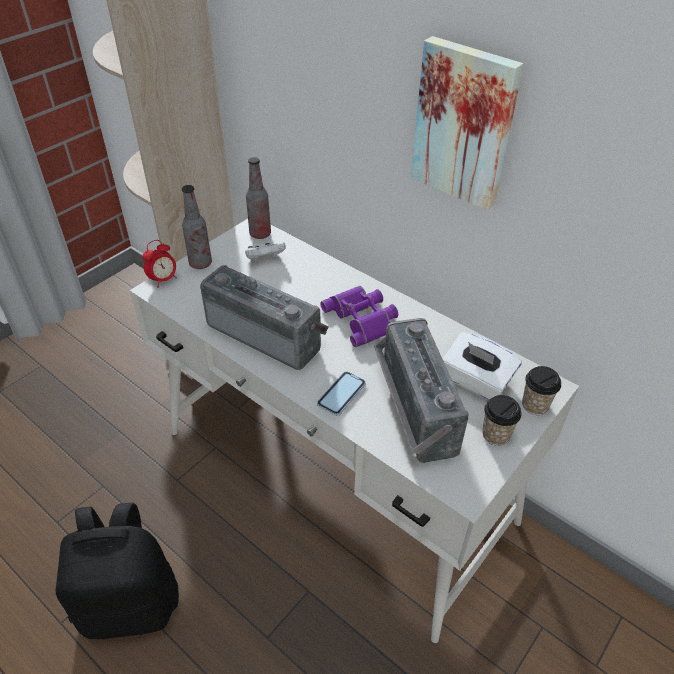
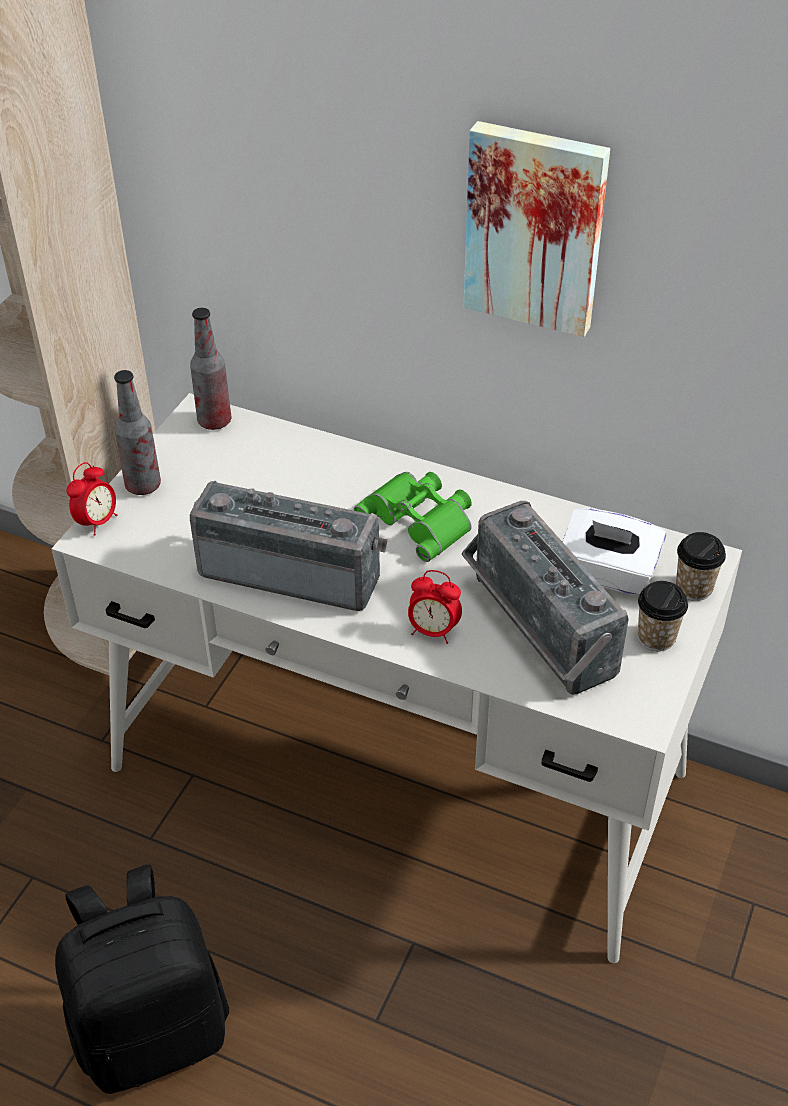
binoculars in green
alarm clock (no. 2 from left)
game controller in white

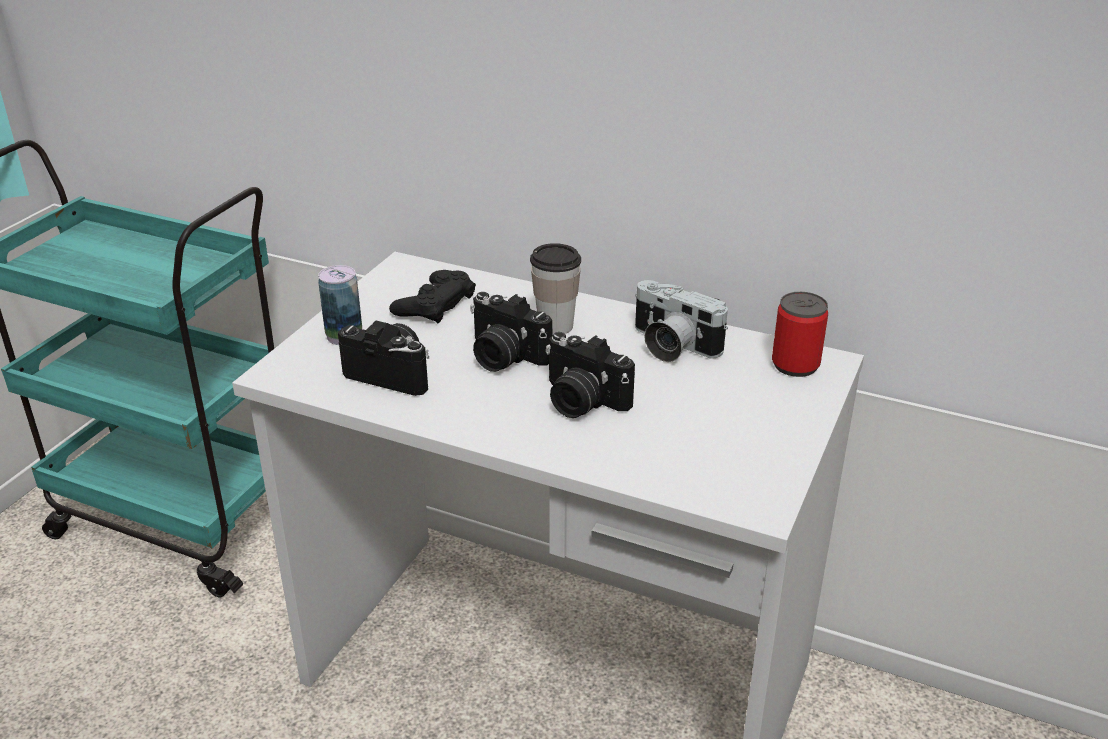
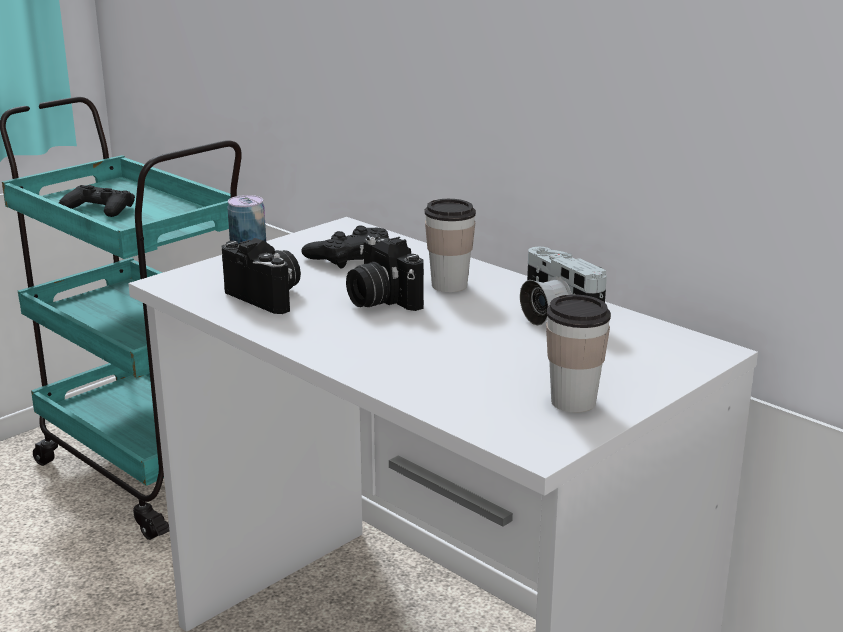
game controller in black (no. 1 from left)
cup (no. 2 from left)
photo camera (no. 3 from left in the first image)
can (no. 2 from left in the first image)

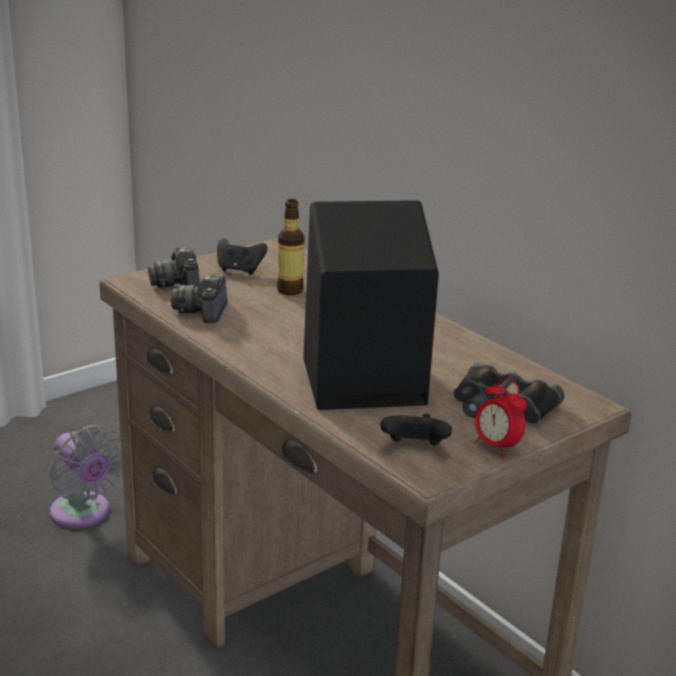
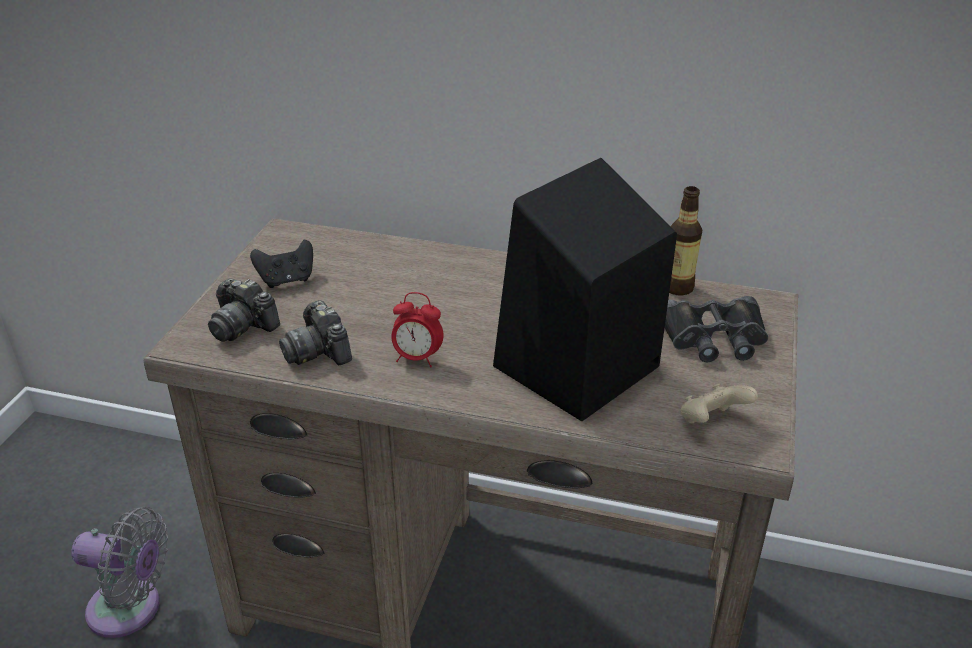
alarm clock
bottle
game controller in beige

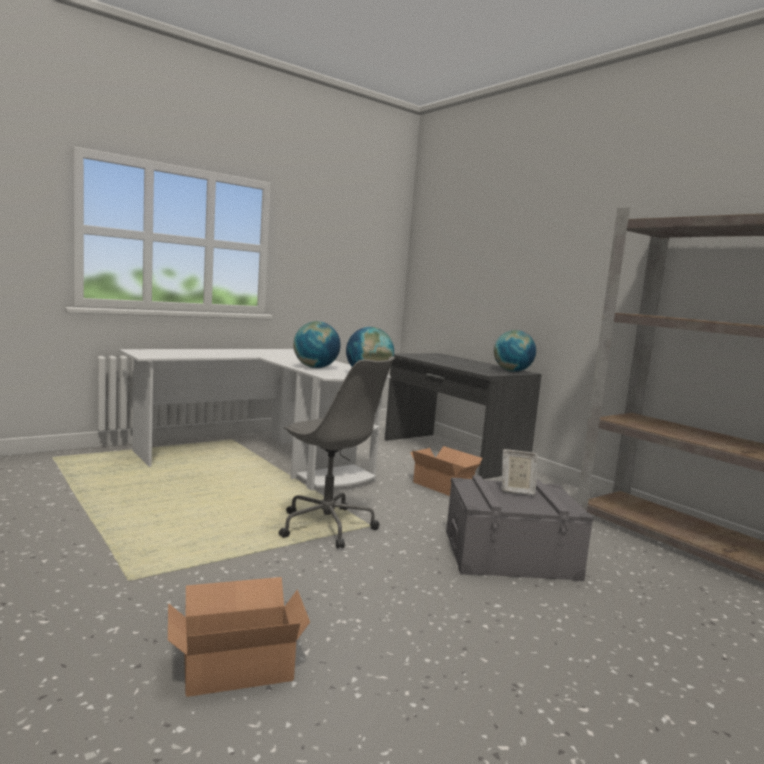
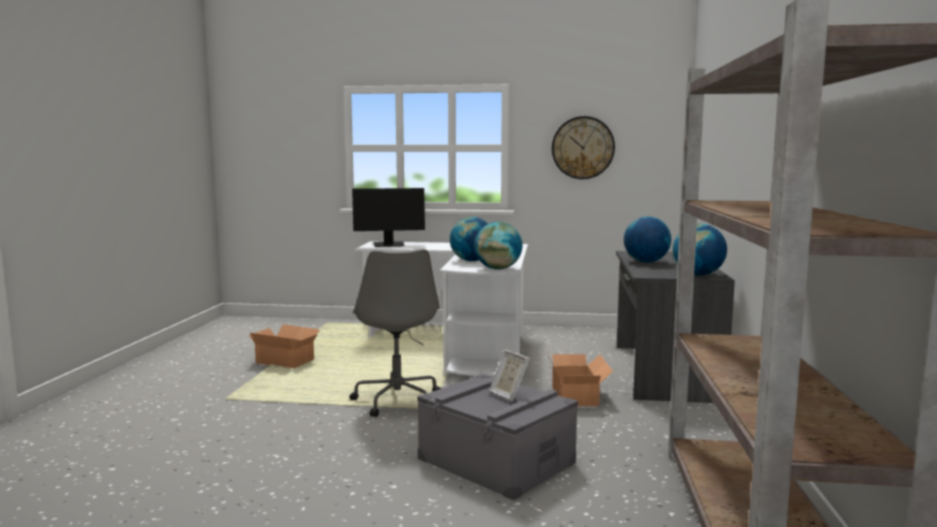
cardboard box (no. 1 from left)
monitor
wall clock
globe (no. 3 from left)

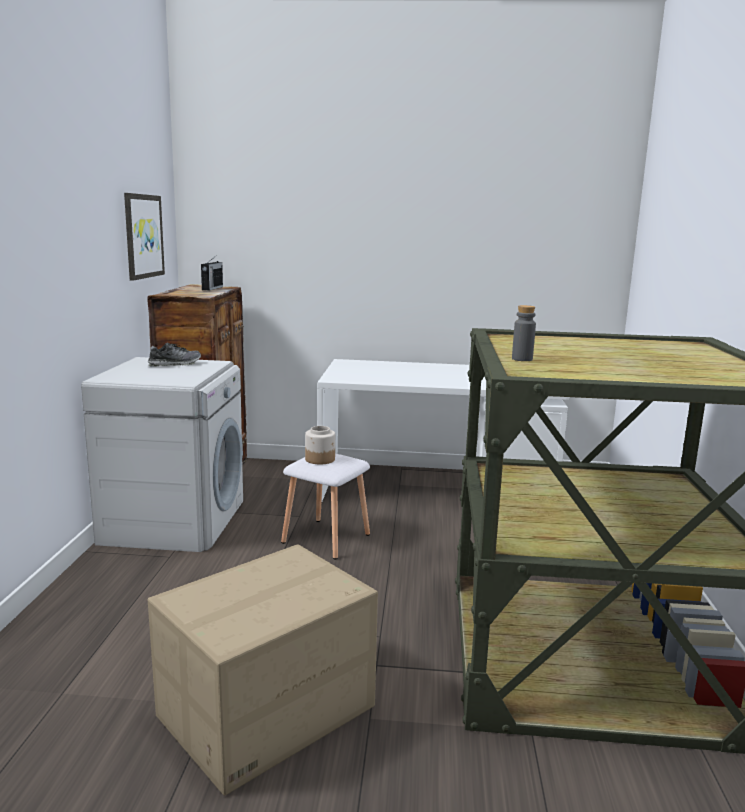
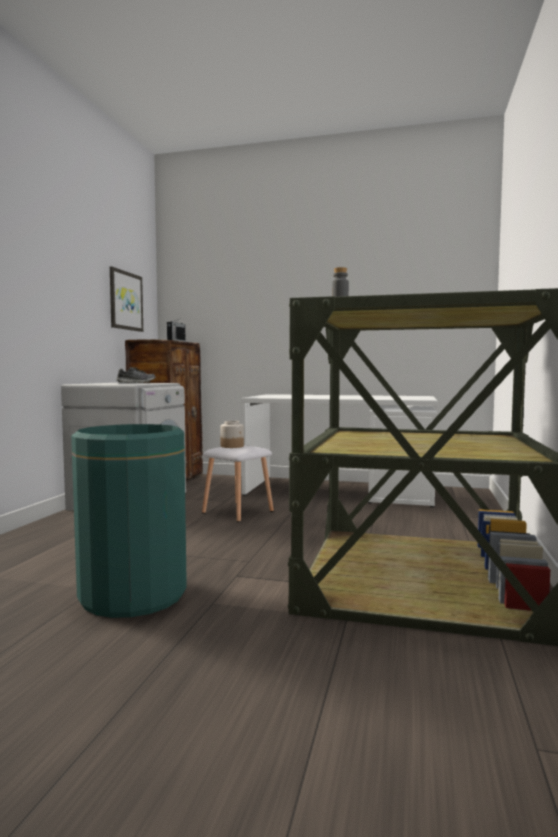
trash can in green

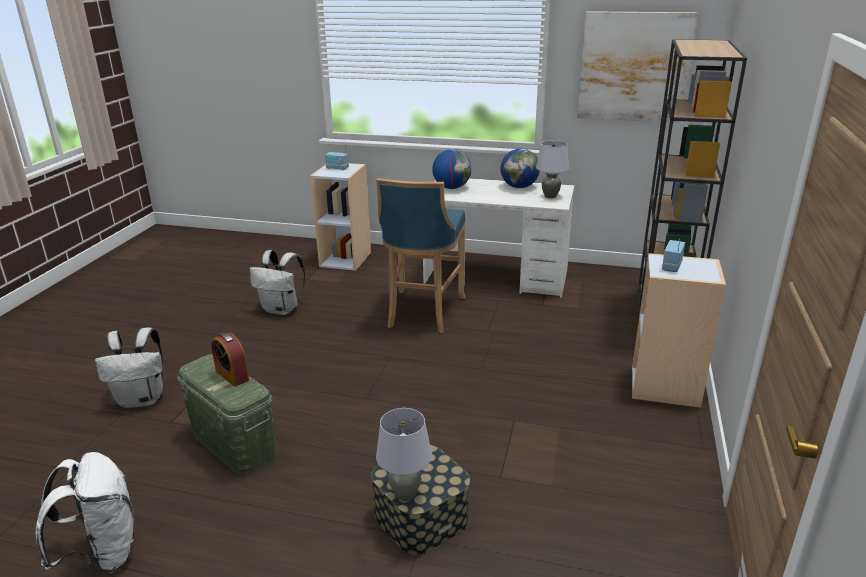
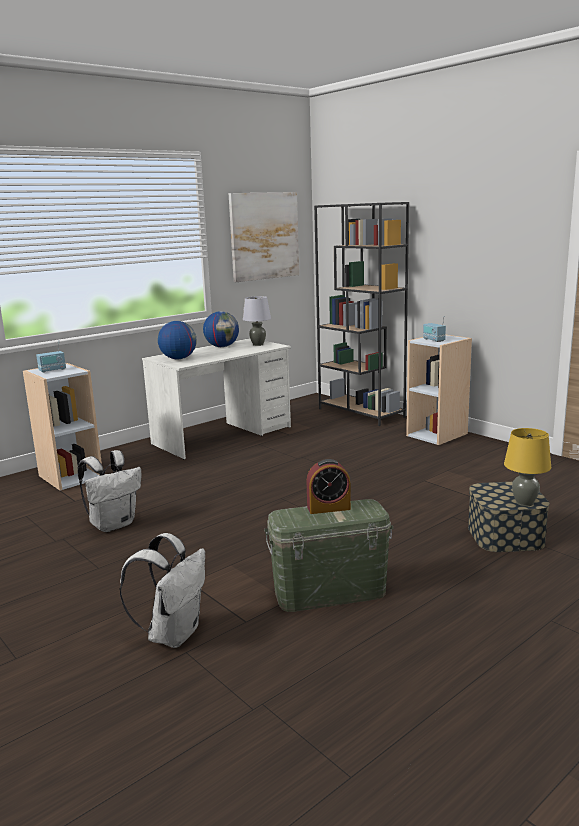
table lamp in yellow
backpack in white (no. 1 from left in the first image)
stool in blue

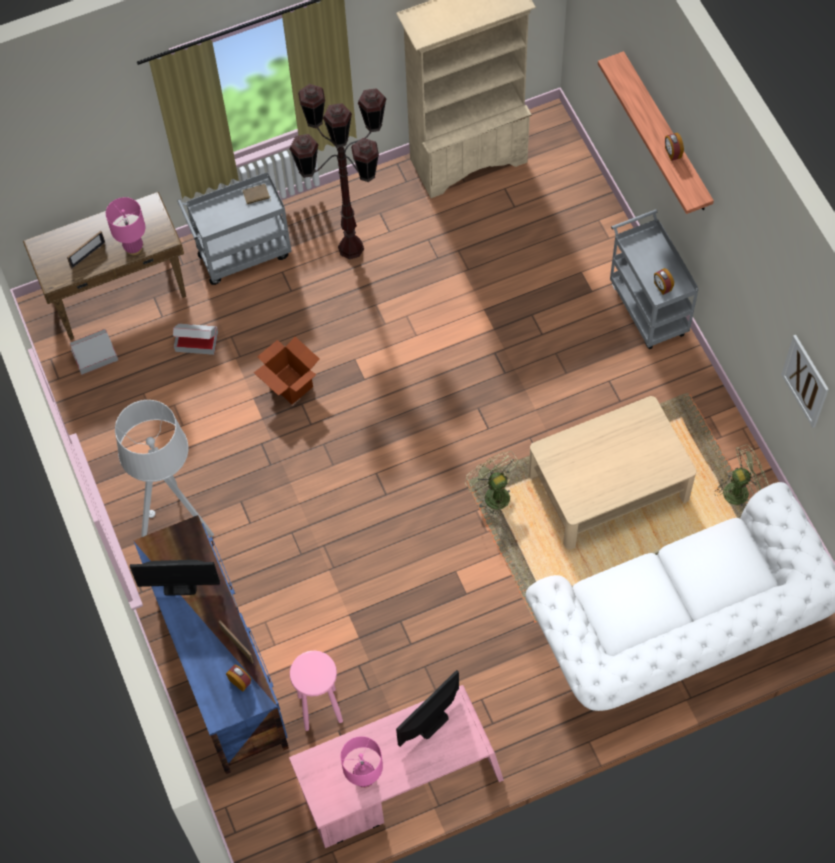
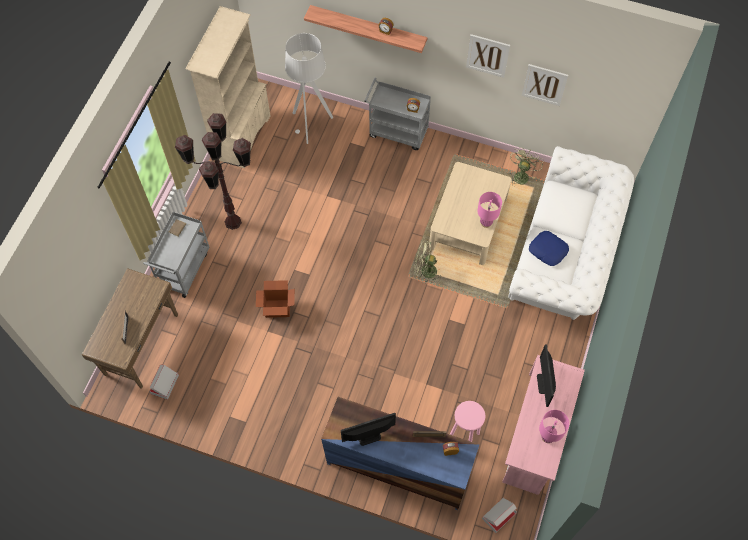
floor lamp in grey
monitor (no. 1 from left)
picture (no. 1 from left)
table lamp in pink (no. 1 from left)
cardboard box (no. 3 from left)
pillow in blue

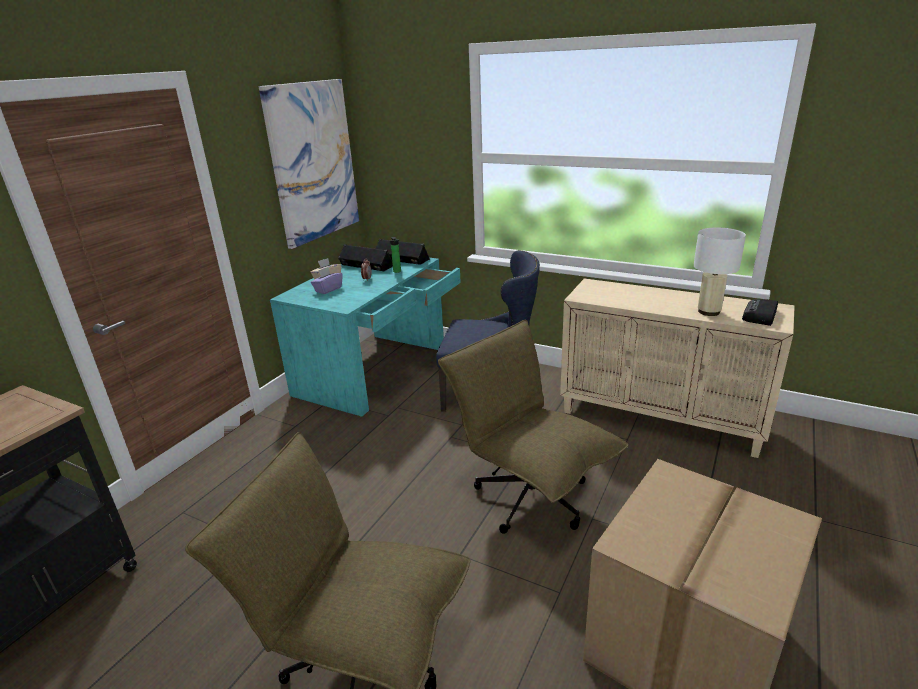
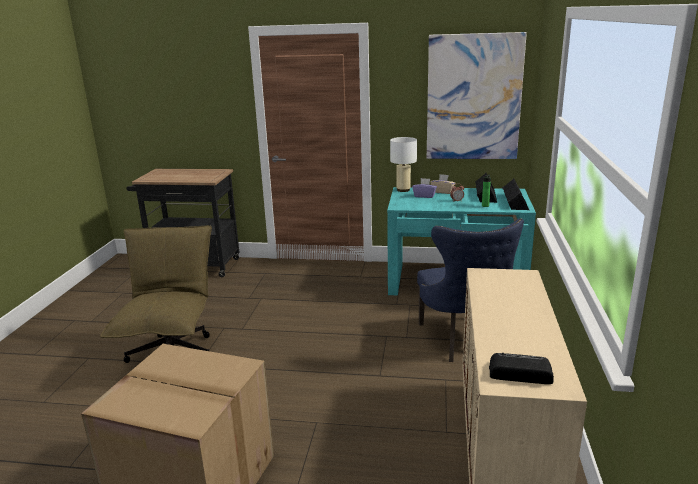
table lamp in white
office chair in beige (no. 2 from left in the first image)

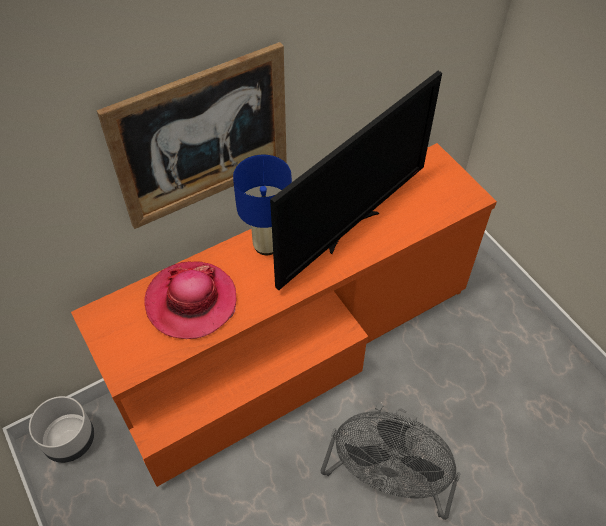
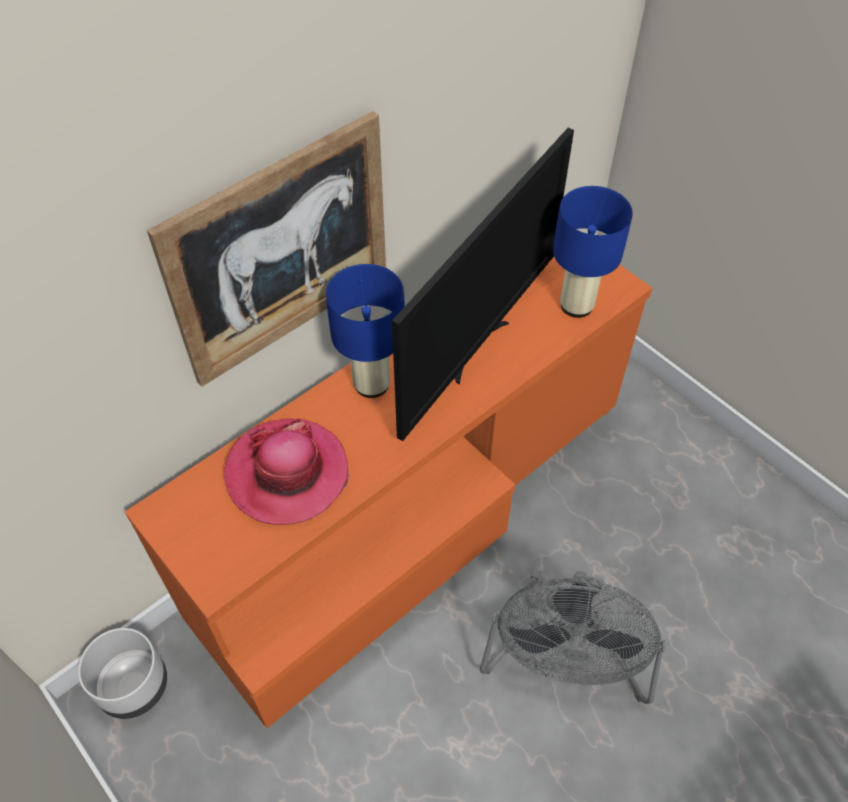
table lamp in blue (no. 2 from left)

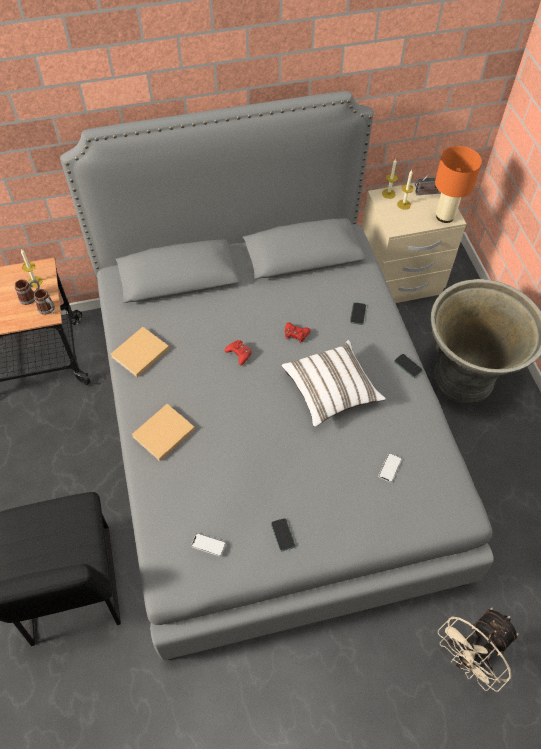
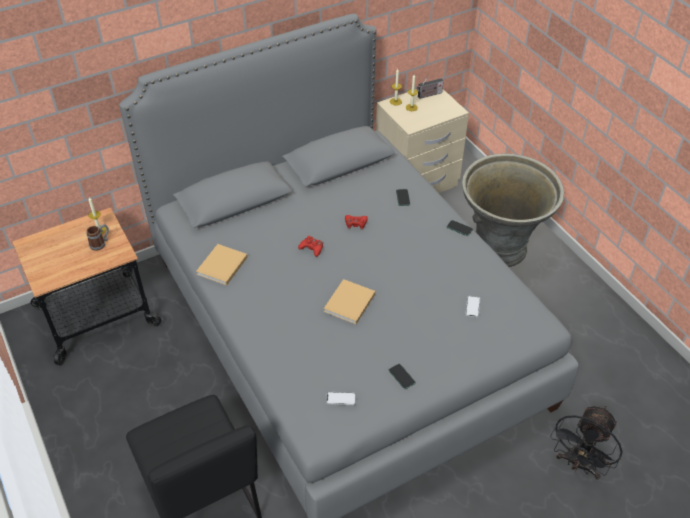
book in beige (no. 2 from left)
fan in black
mug (no. 2 from left in the first image)
pillow in white
table lamp in orange

